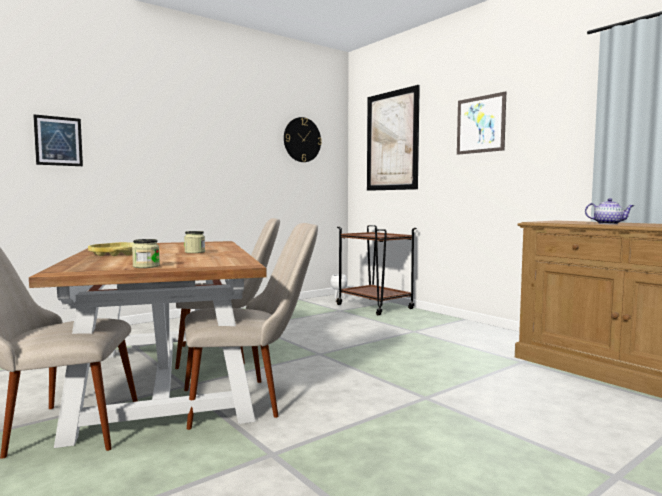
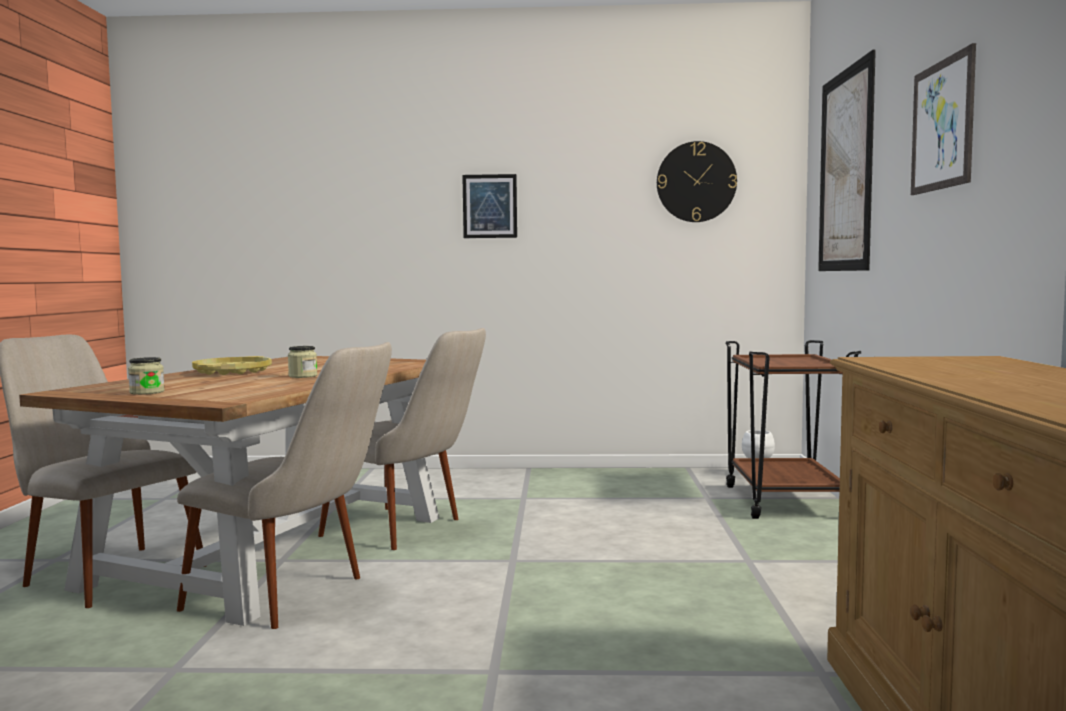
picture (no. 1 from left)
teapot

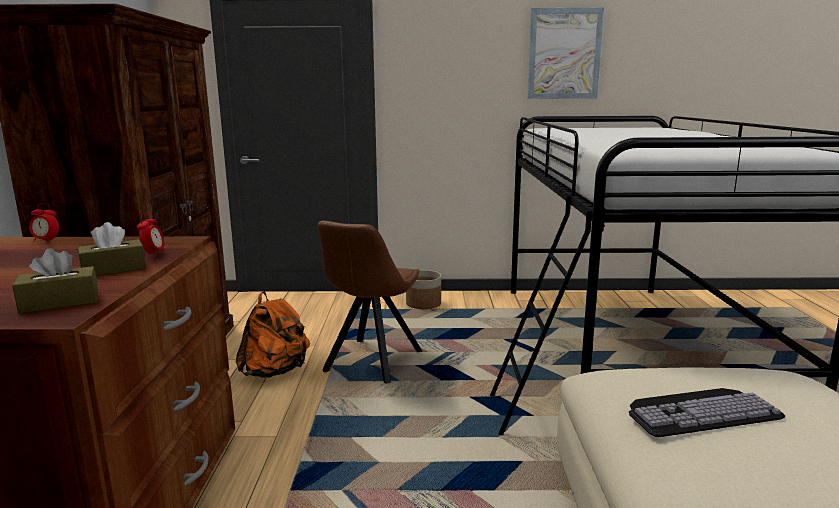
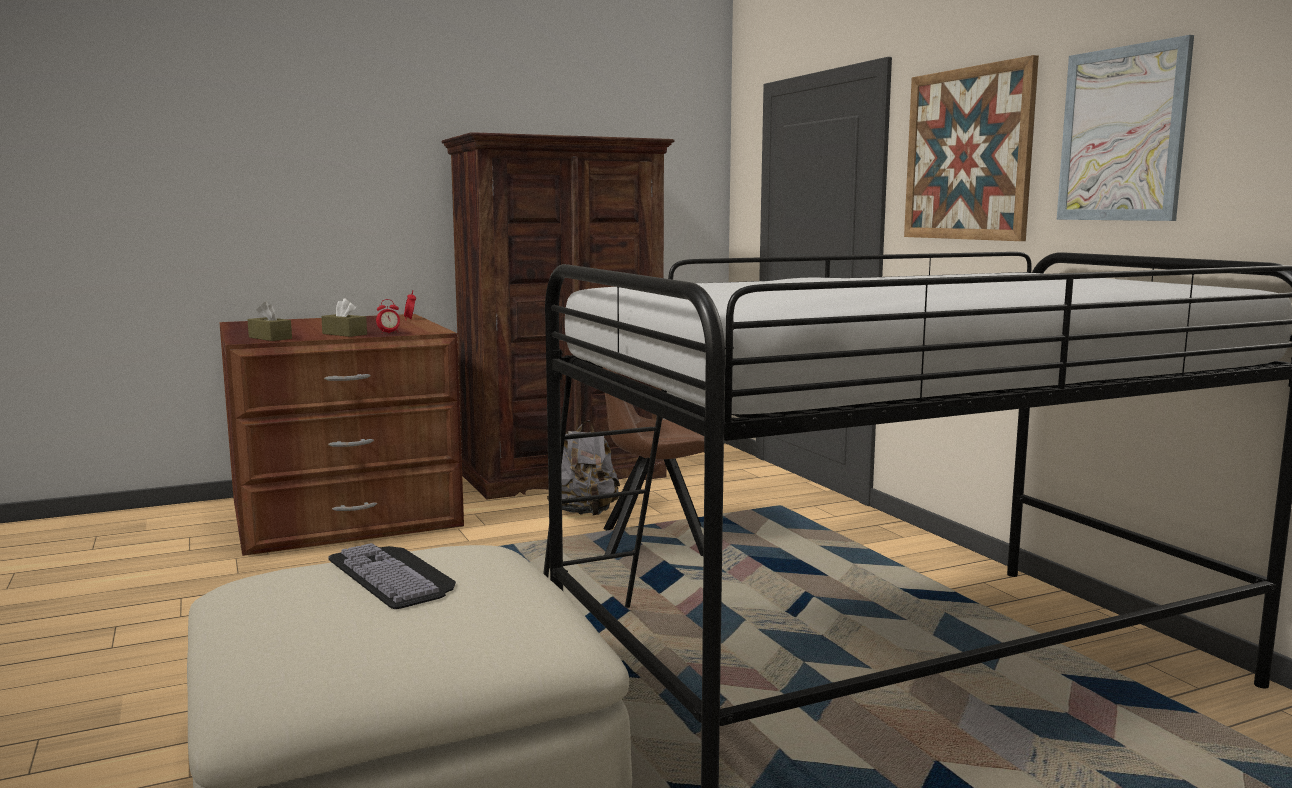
backpack in grey
picture (no. 1 from left)
planter

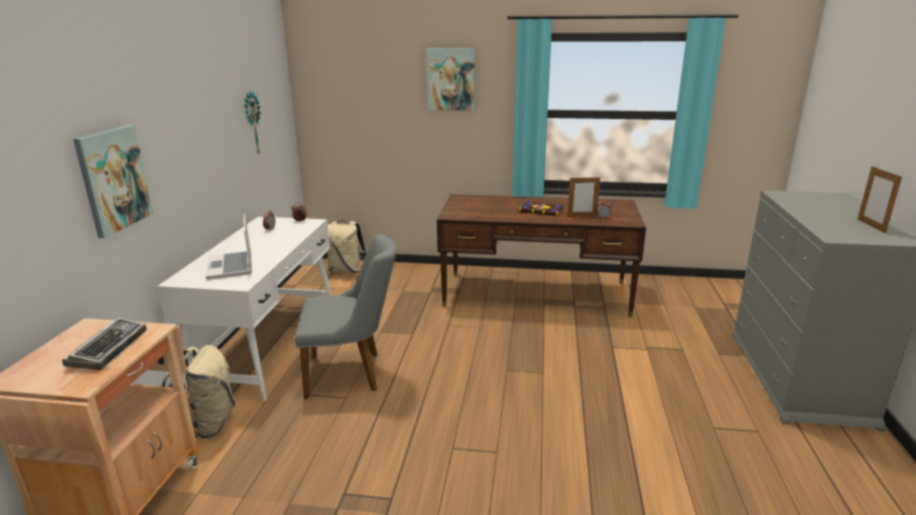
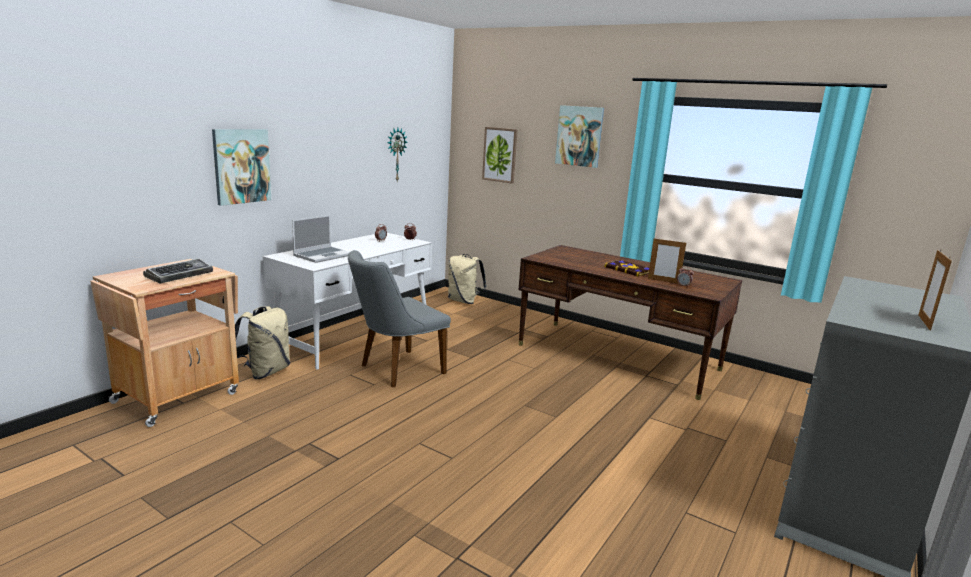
laptop
chair in grey
picture (no. 2 from left)

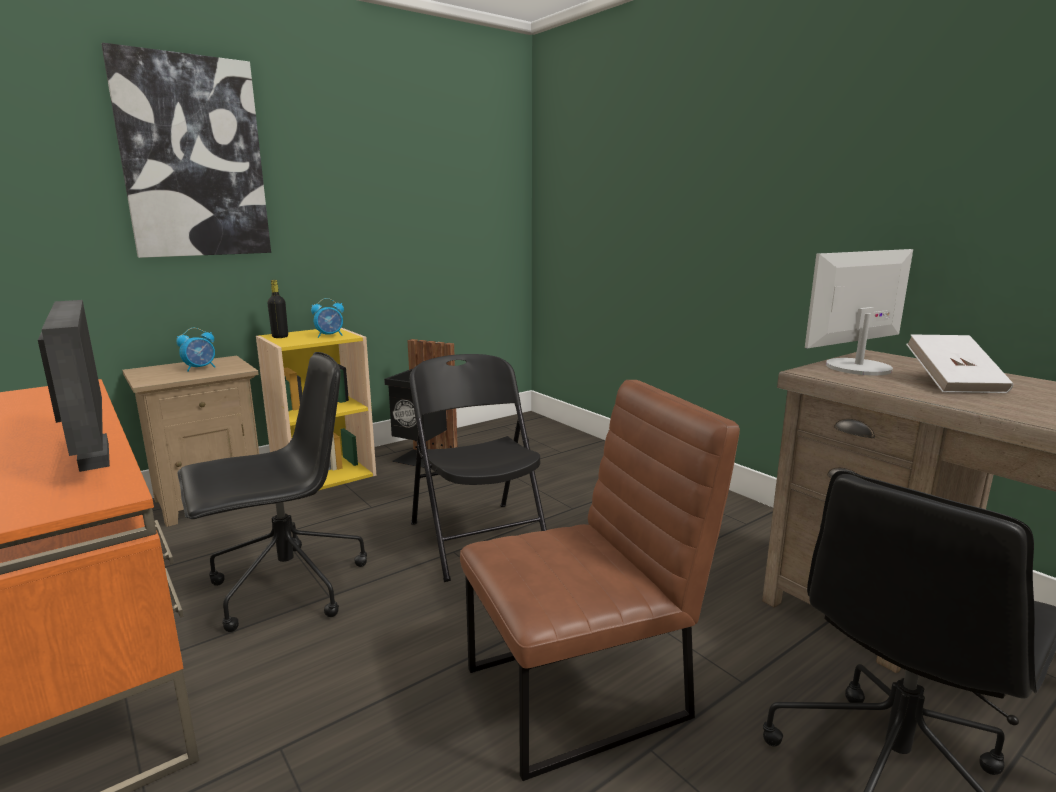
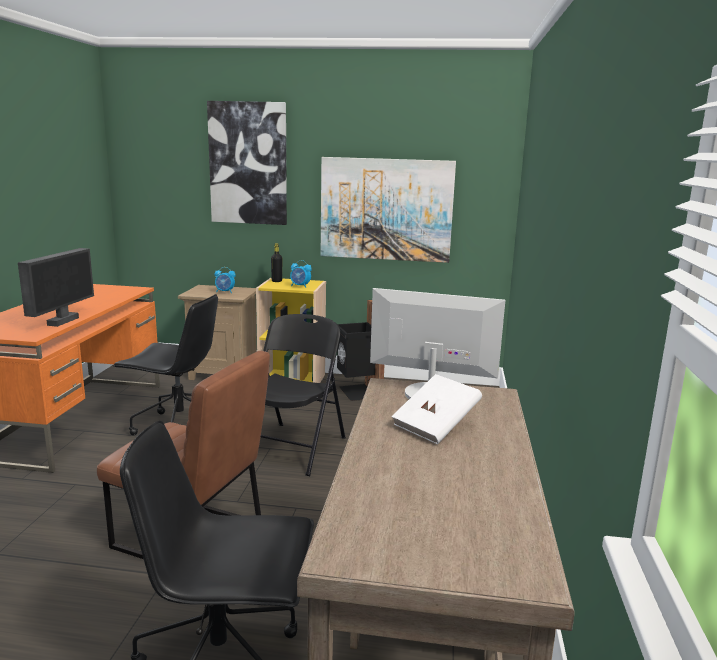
picture (no. 2 from left)

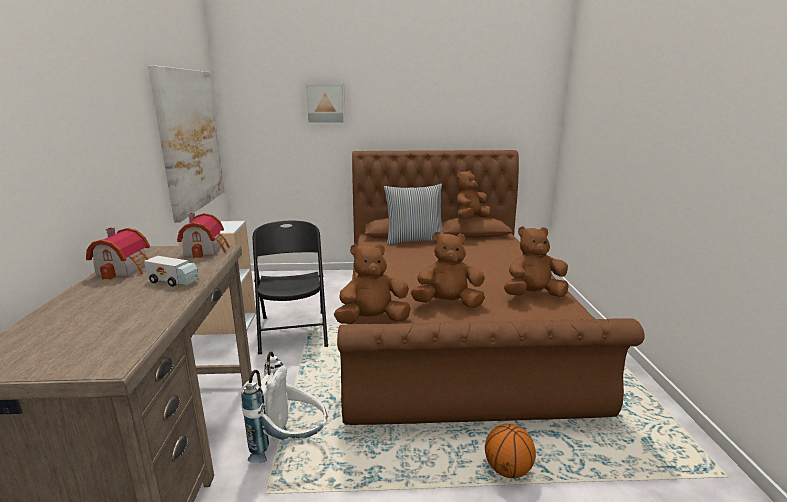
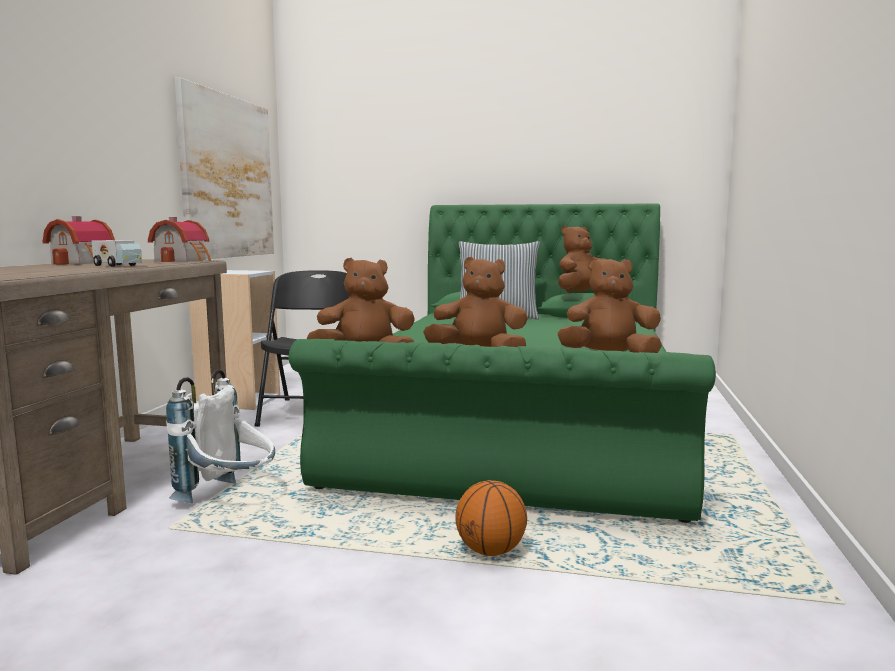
bed in green
picture (no. 2 from left in the first image)

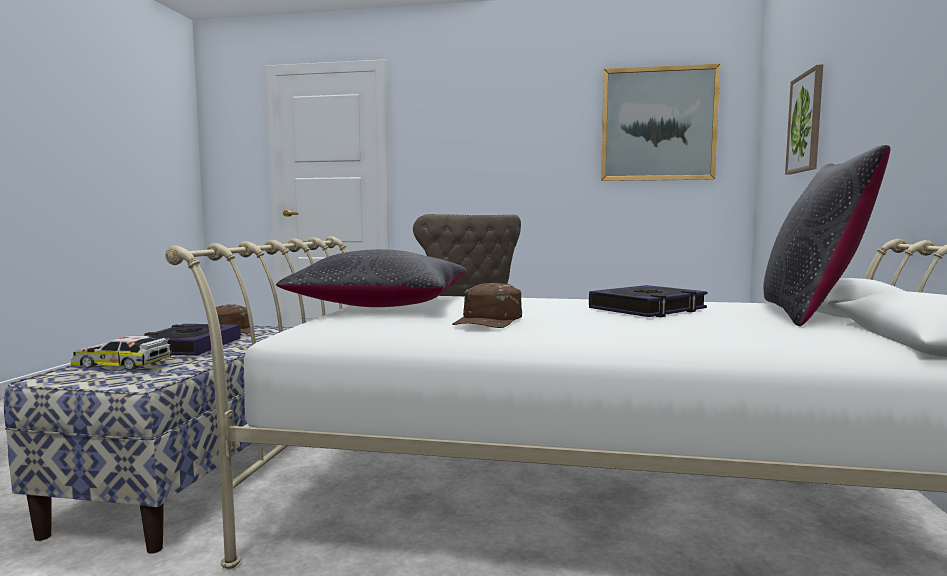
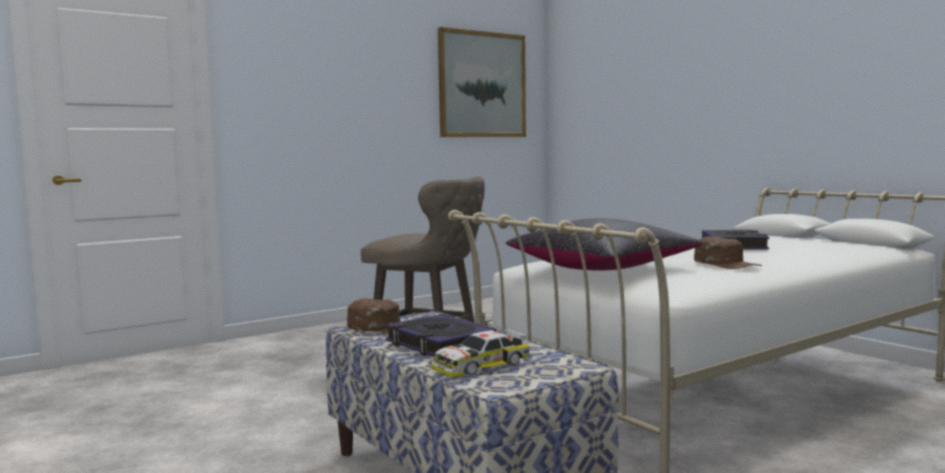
pillow in black (no. 2 from left in the first image)
picture (no. 2 from left in the first image)

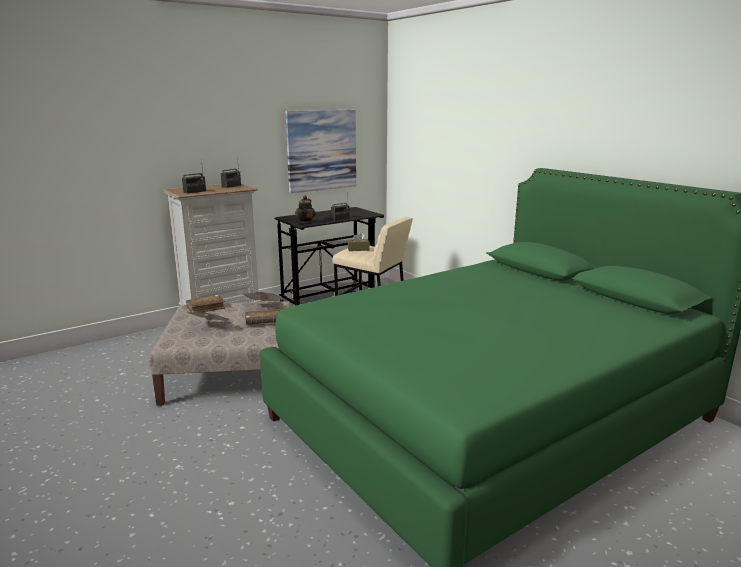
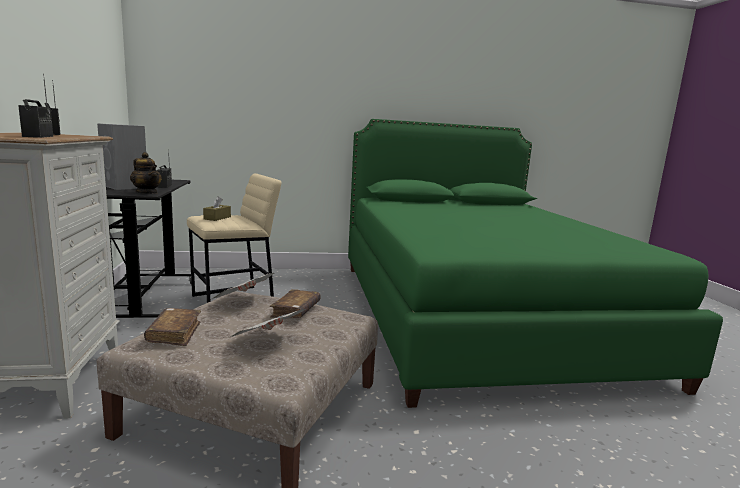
speaker in grey
picture

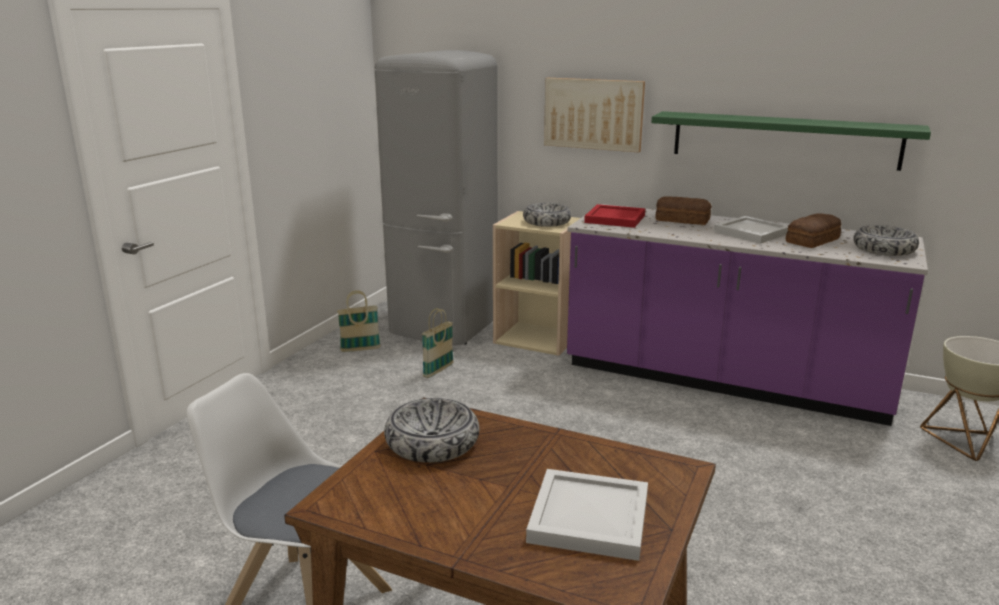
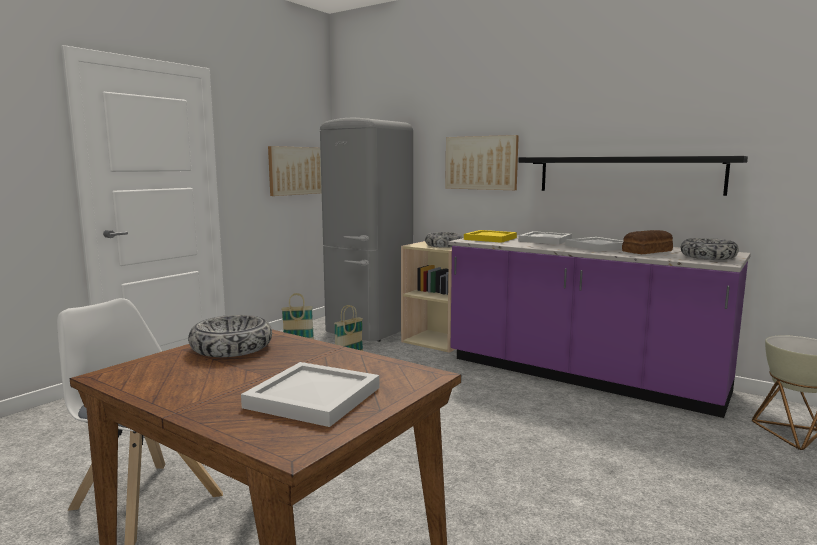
picture (no. 1 from left)
tray in yellow
shelf in black
tray in white (no. 2 from left)

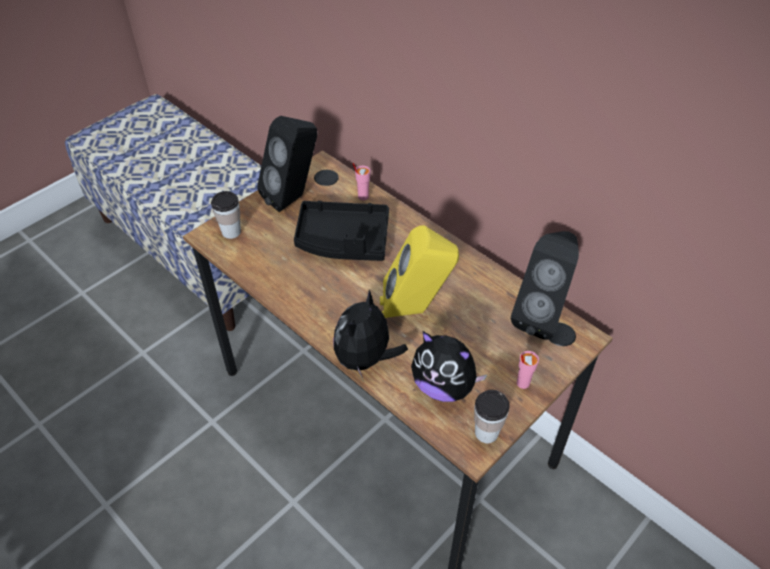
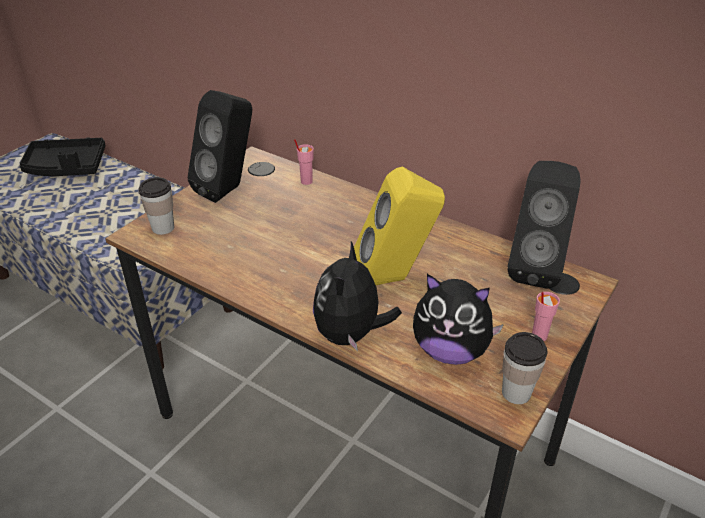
tray in black

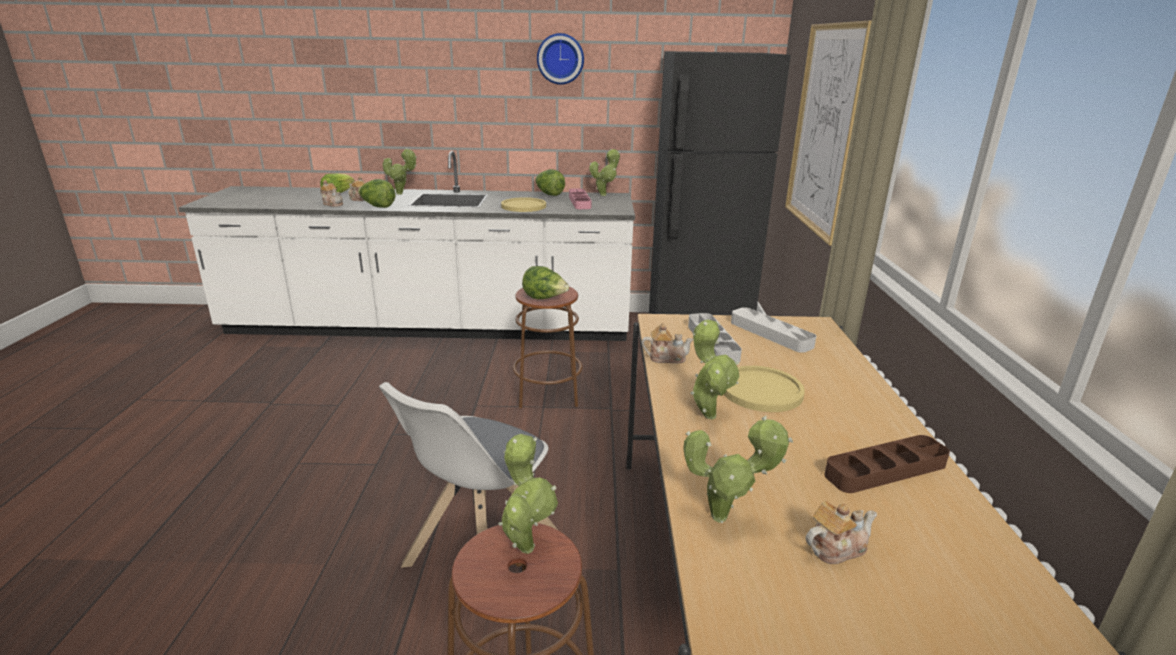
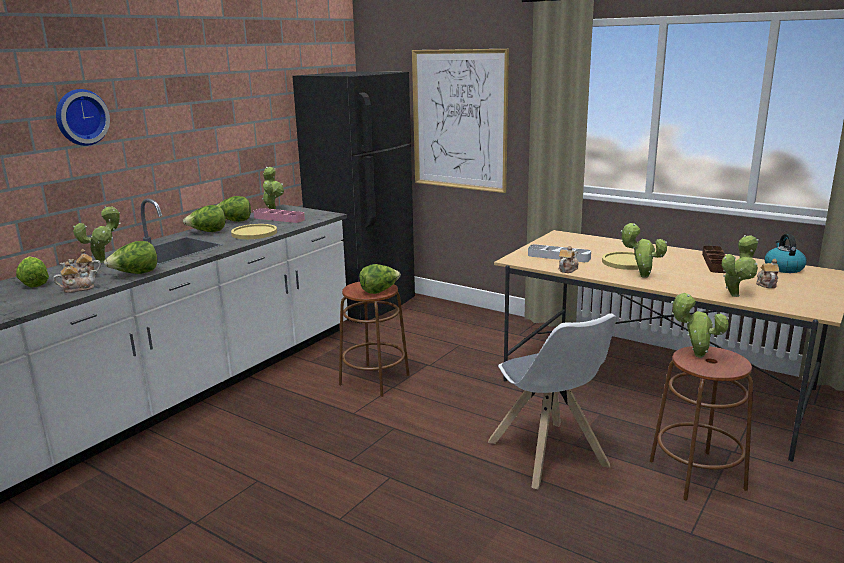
wall clock
lettuce (no. 3 from left)
kettle
tray in grey (no. 2 from left in the first image)

